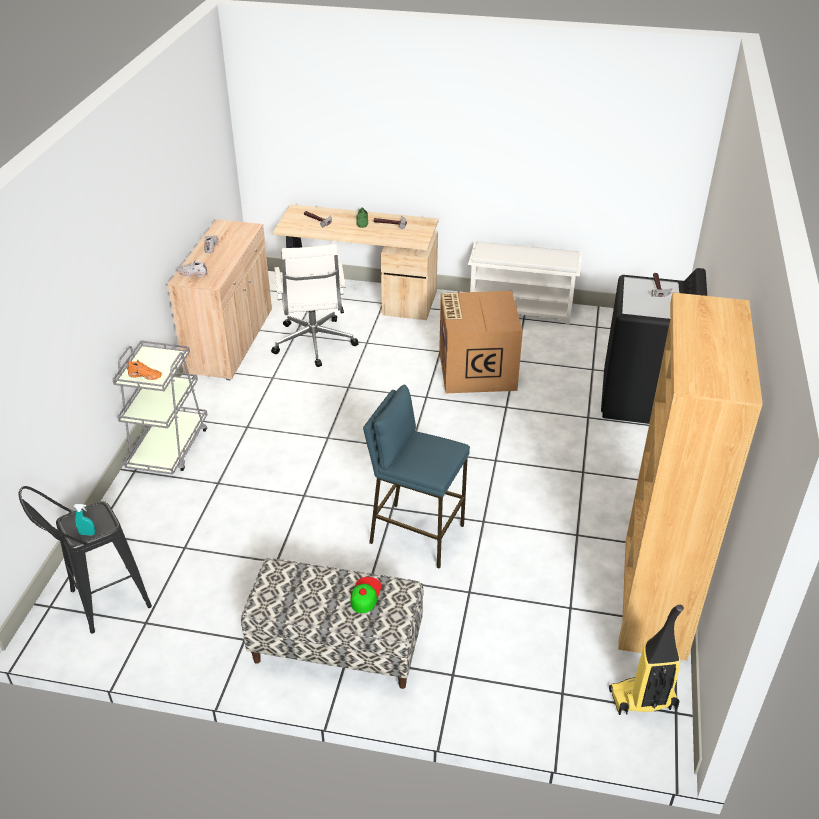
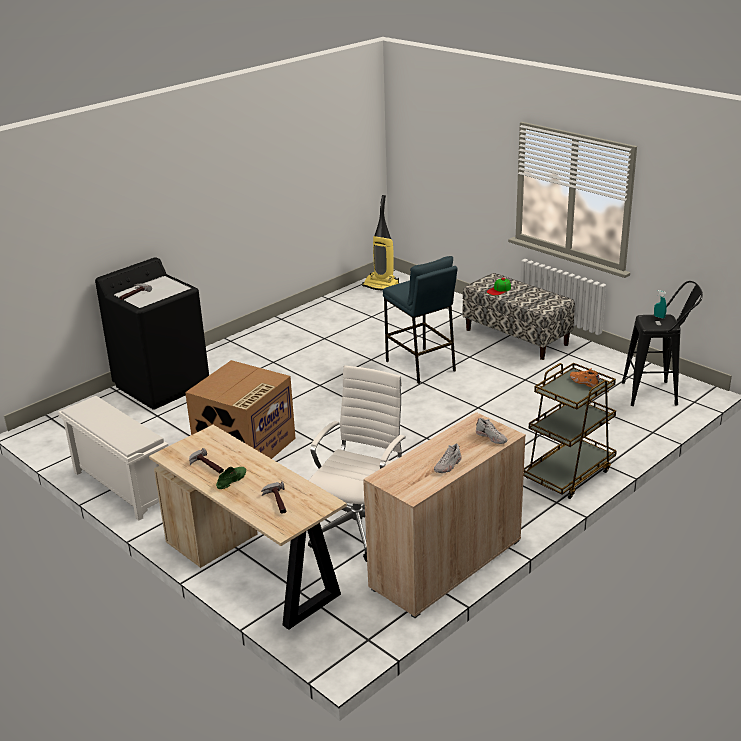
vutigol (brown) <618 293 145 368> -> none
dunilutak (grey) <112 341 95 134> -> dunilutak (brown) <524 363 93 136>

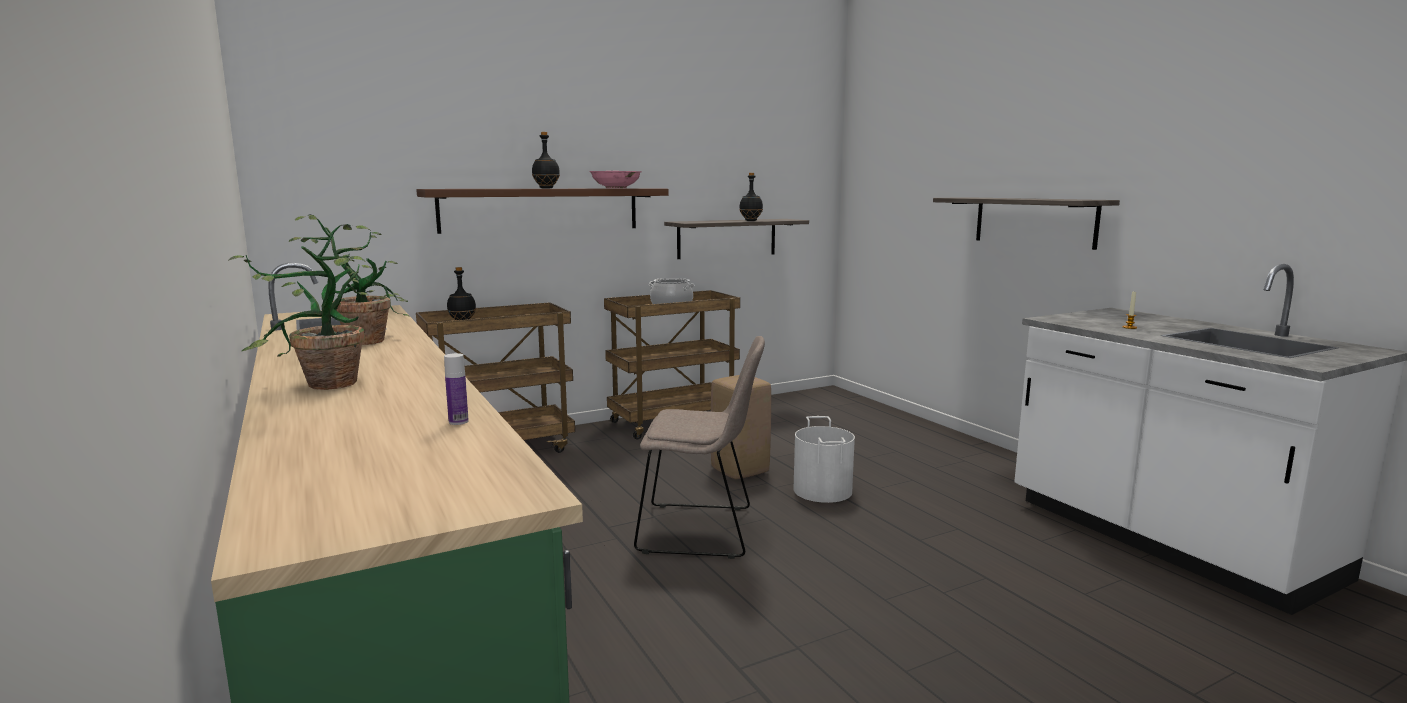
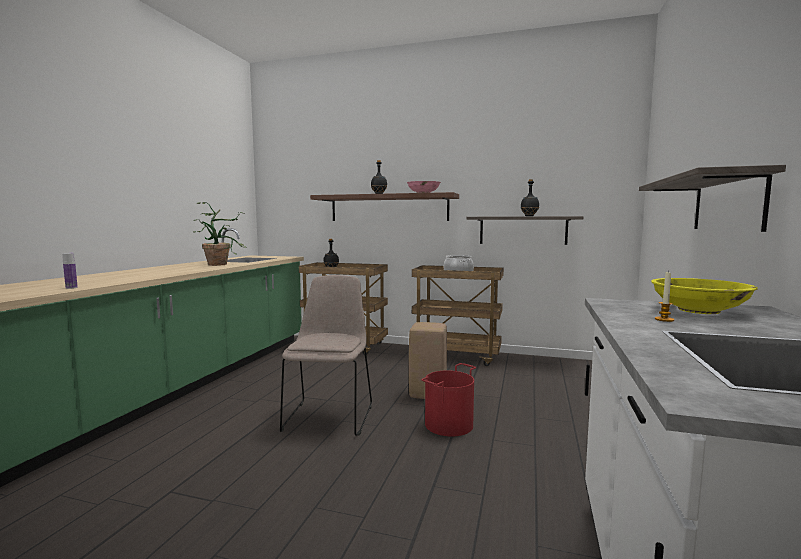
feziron <228 224 146 166> -> none
none -> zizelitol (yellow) <651 278 107 36>
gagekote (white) <794 416 61 87> -> gagekote (red) <422 363 54 73>
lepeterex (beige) <634 336 131 223> -> lepeterex (beige) <280 275 92 161>, 135 degrees counterclockwise

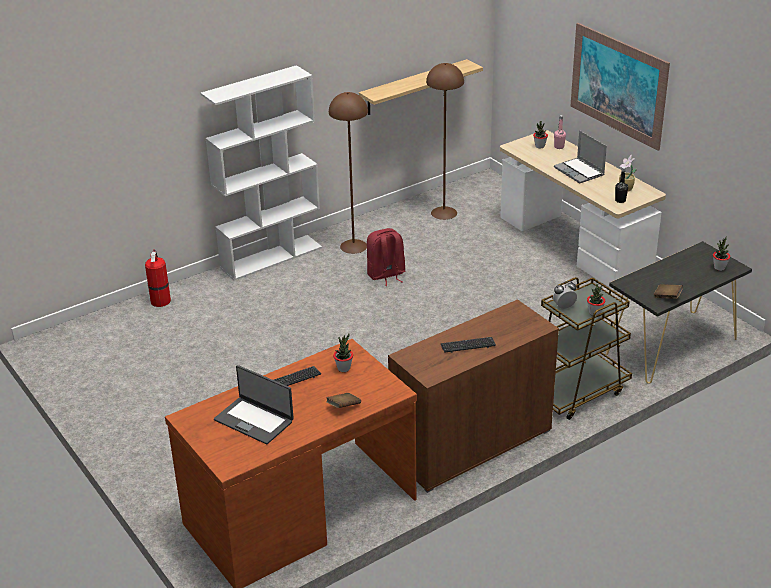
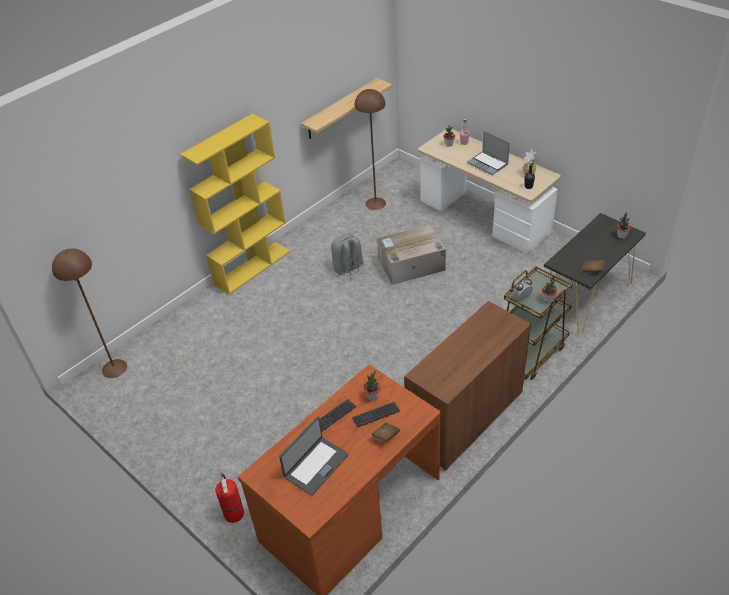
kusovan <571 23 99 128> -> none
none -> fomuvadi <377 225 69 60>
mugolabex <145 249 26 58> -> mugolabex <215 473 29 50>, relocated
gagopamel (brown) <329 92 39 162> -> gagopamel (brown) <52 249 75 129>, relocated
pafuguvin <441 337 55 16> -> pafuguvin <352 402 48 25>, relocated
vutigol (white) <200 65 122 216> -> vutigol (yellow) <180 113 110 182>
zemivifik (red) <367 228 38 58> -> zemivifik (grey) <331 233 33 47>
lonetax <214 365 80 79> -> lonetax <279 416 70 80>, 75 degrees counterclockwise

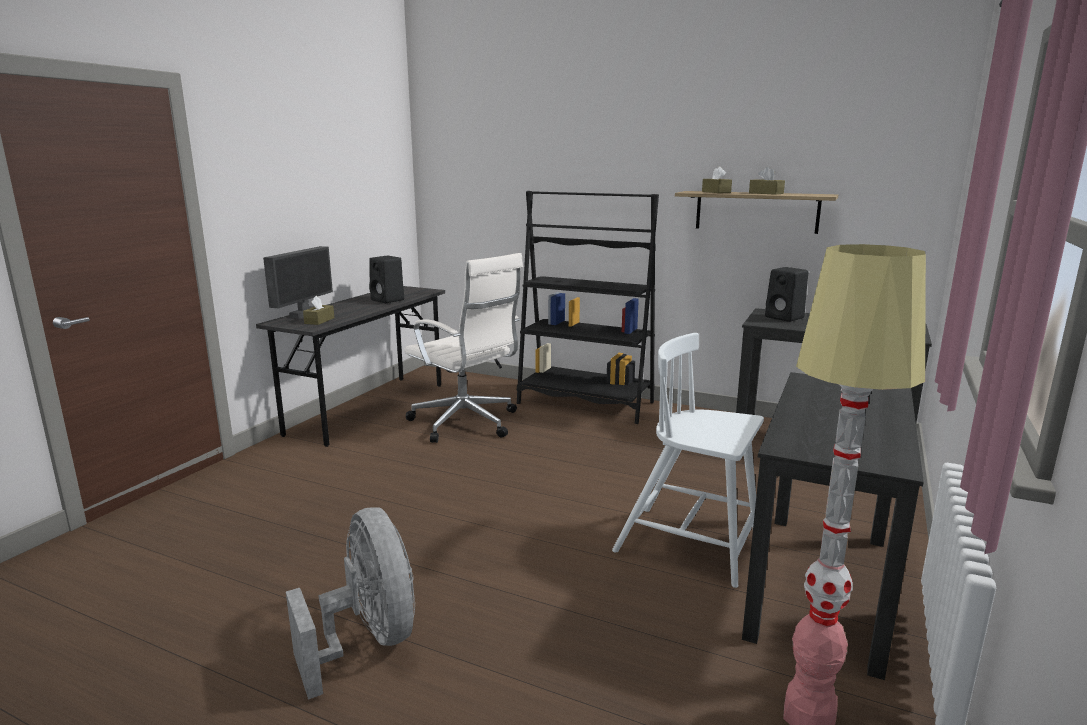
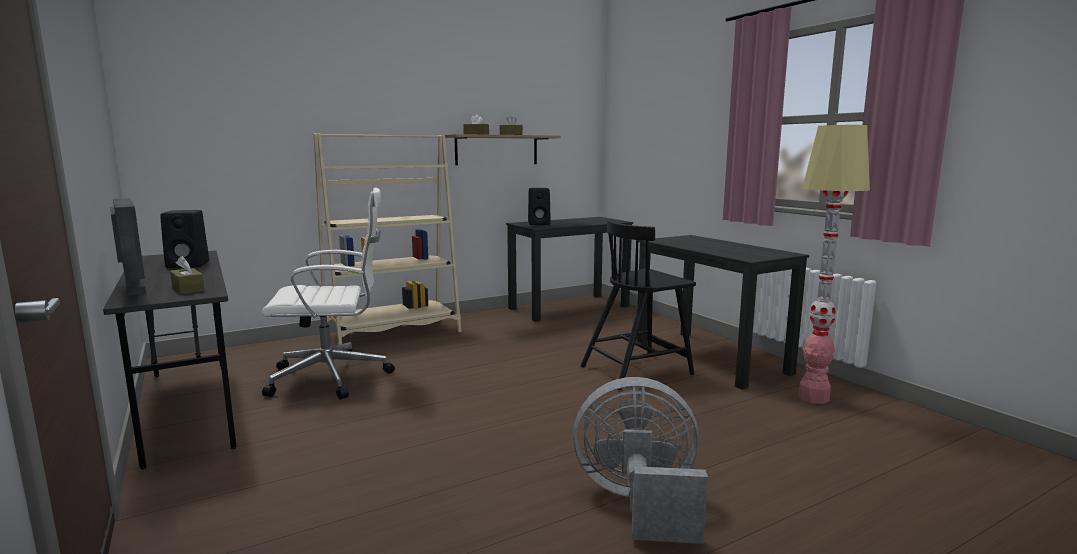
vutigol (black) <517 191 142 233> -> vutigol (beige) <314 133 147 212>
lepeterex (white) <612 333 152 255> -> lepeterex (black) <580 219 116 171>

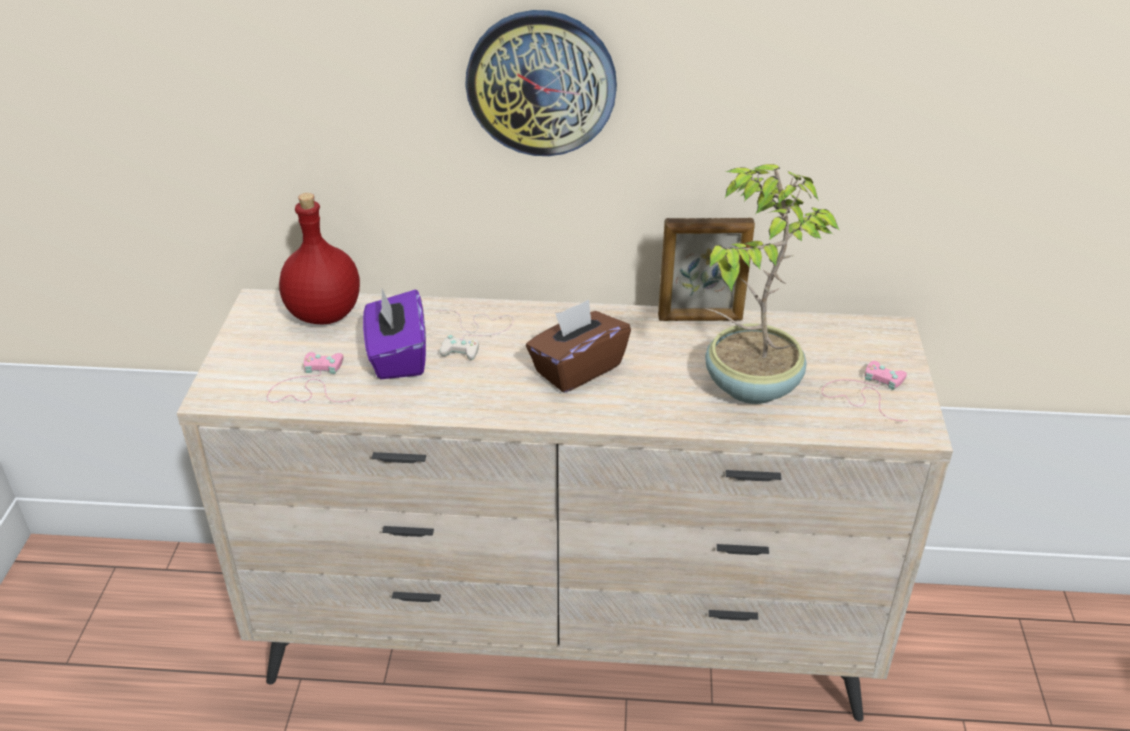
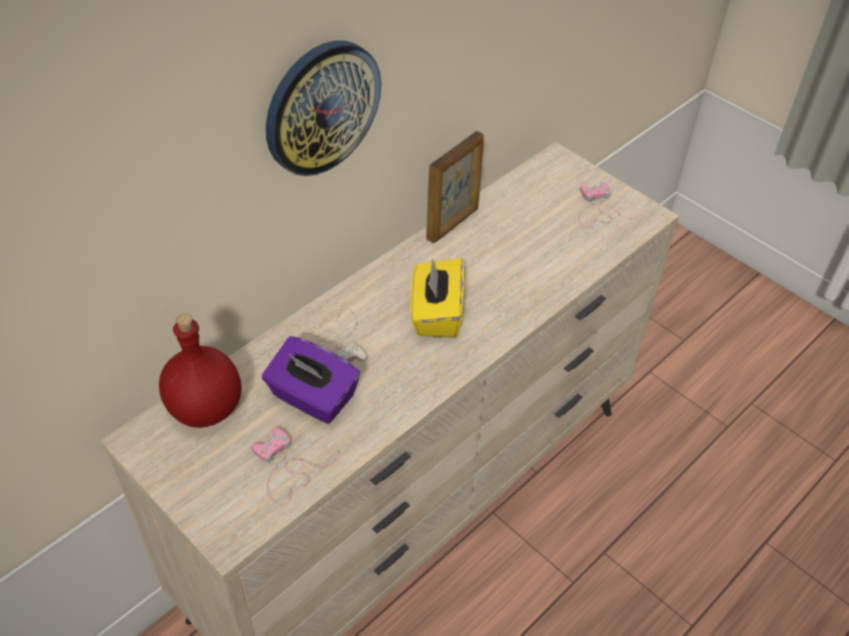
feziron <704 164 136 240> -> none
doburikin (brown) <526 299 105 94> -> doburikin (yellow) <411 258 54 80>

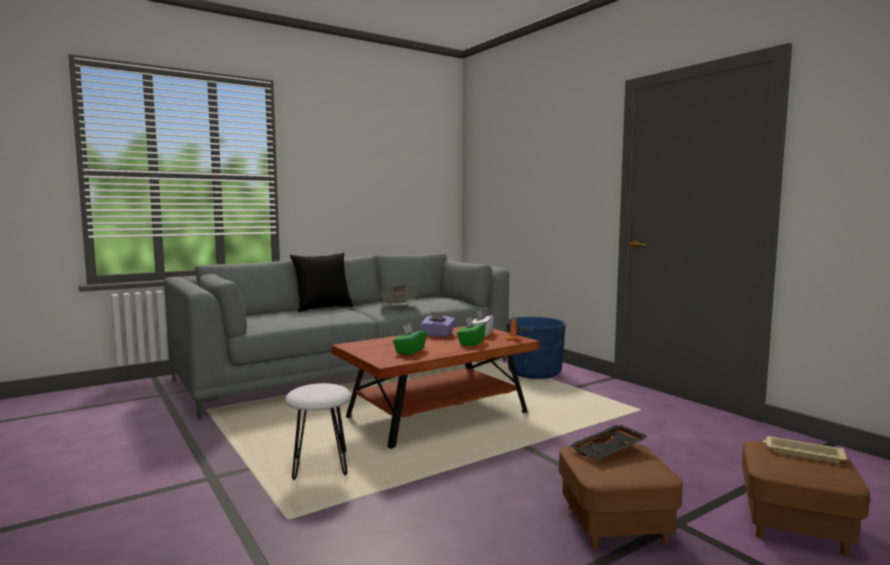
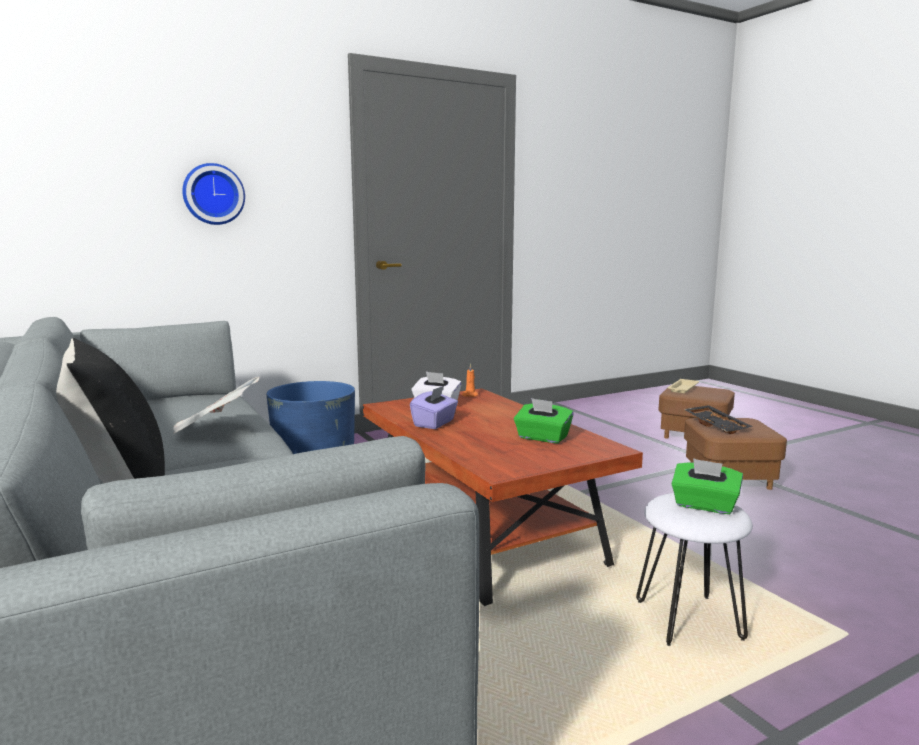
none -> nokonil <182 163 63 62>
doburikin (green) <457 317 29 29> -> doburikin (green) <671 458 72 56>, relocated

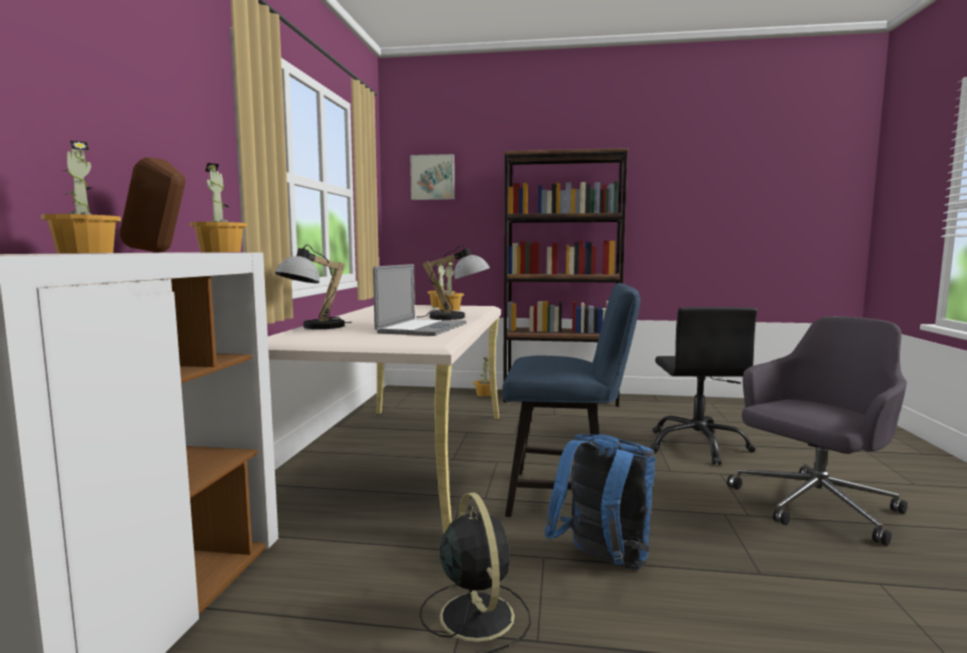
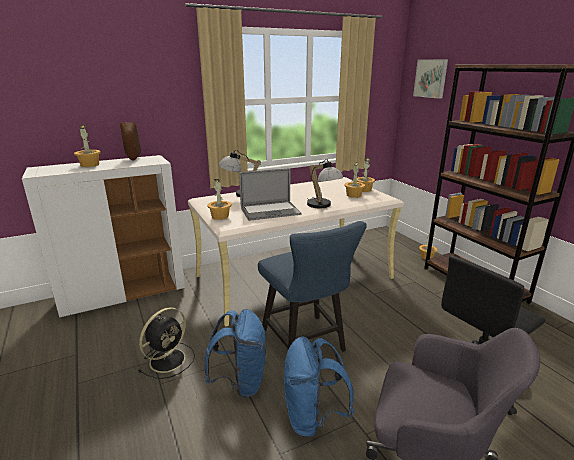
none -> zemivifik (blue) <284 337 70 101>
feziron <190 163 57 89> -> feziron <207 179 24 41>, relocated

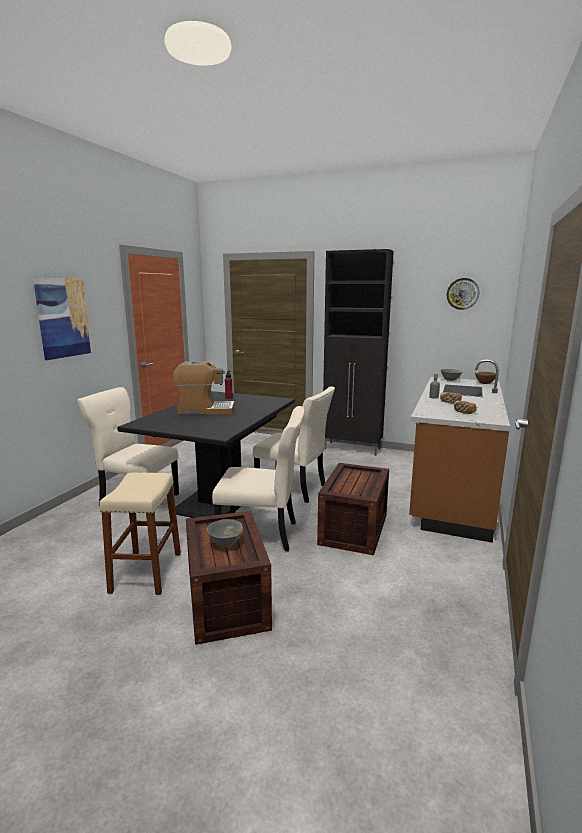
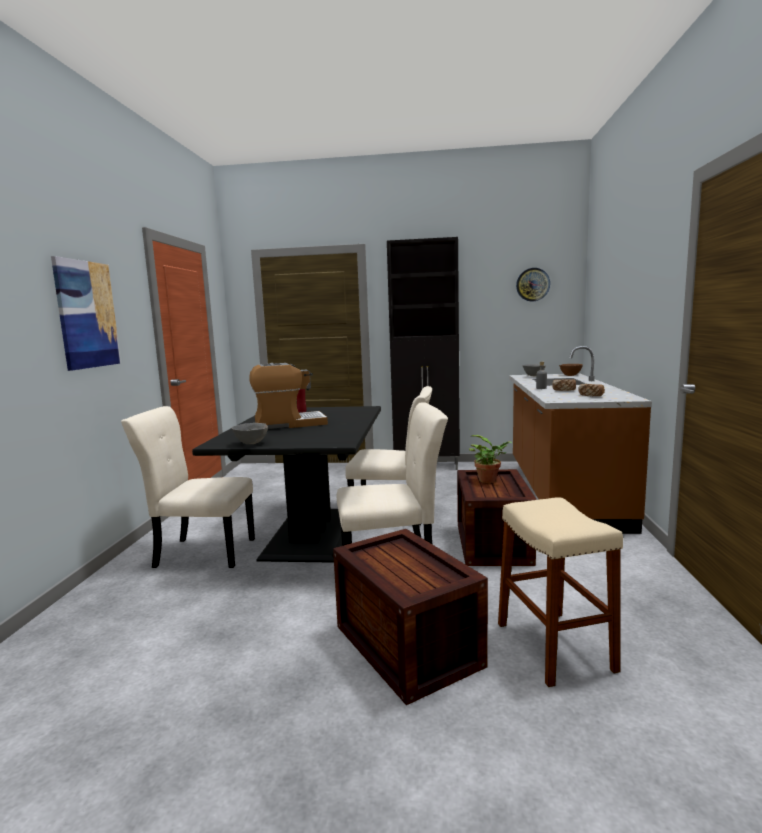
none -> feziron <469 435 43 48>
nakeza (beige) <99 472 82 123> -> nakeza (beige) <498 497 125 190>, relocated
zizelitol (grey) <207 519 36 28> -> zizelitol (grey) <232 423 36 21>, relocated

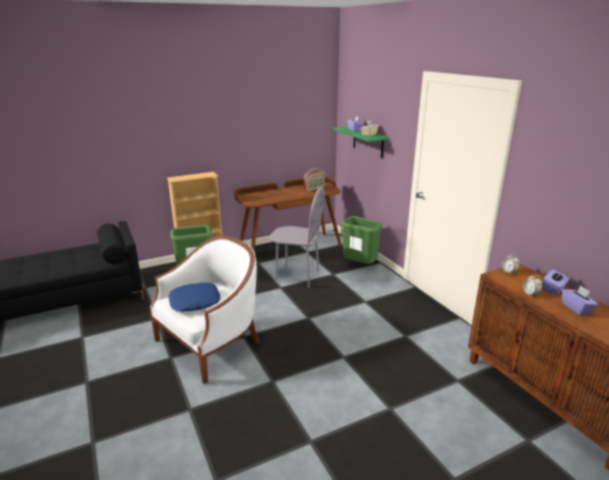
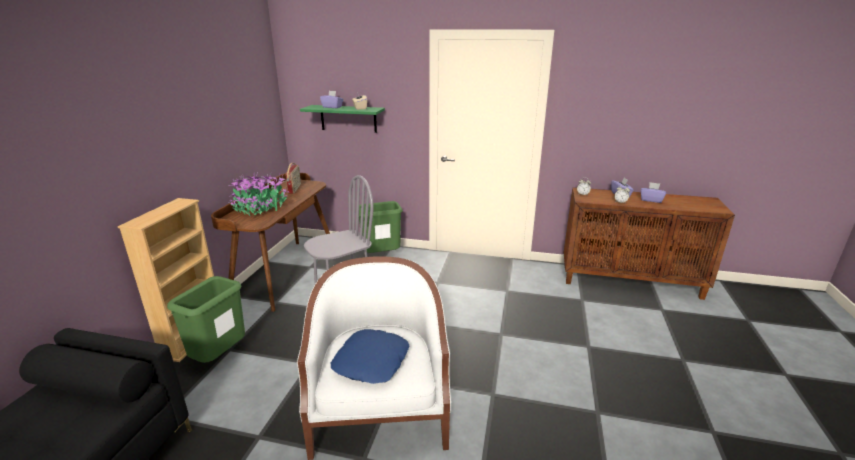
none -> feziron <228 173 61 44>

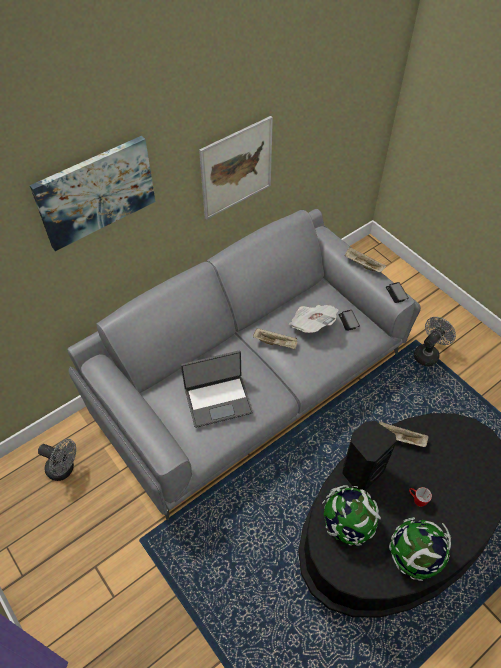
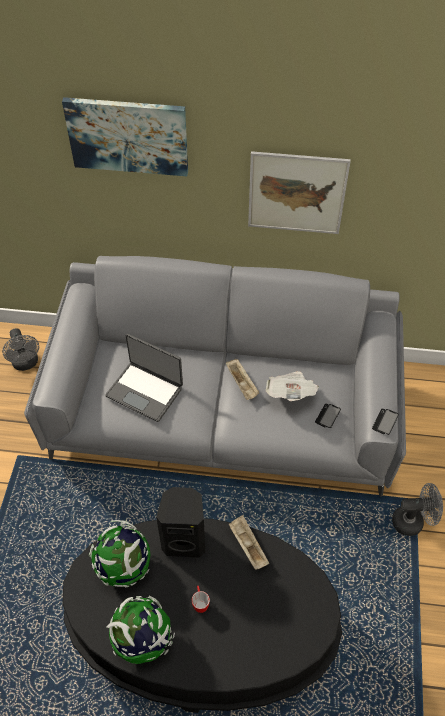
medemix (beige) <344 247 42 25> -> none

